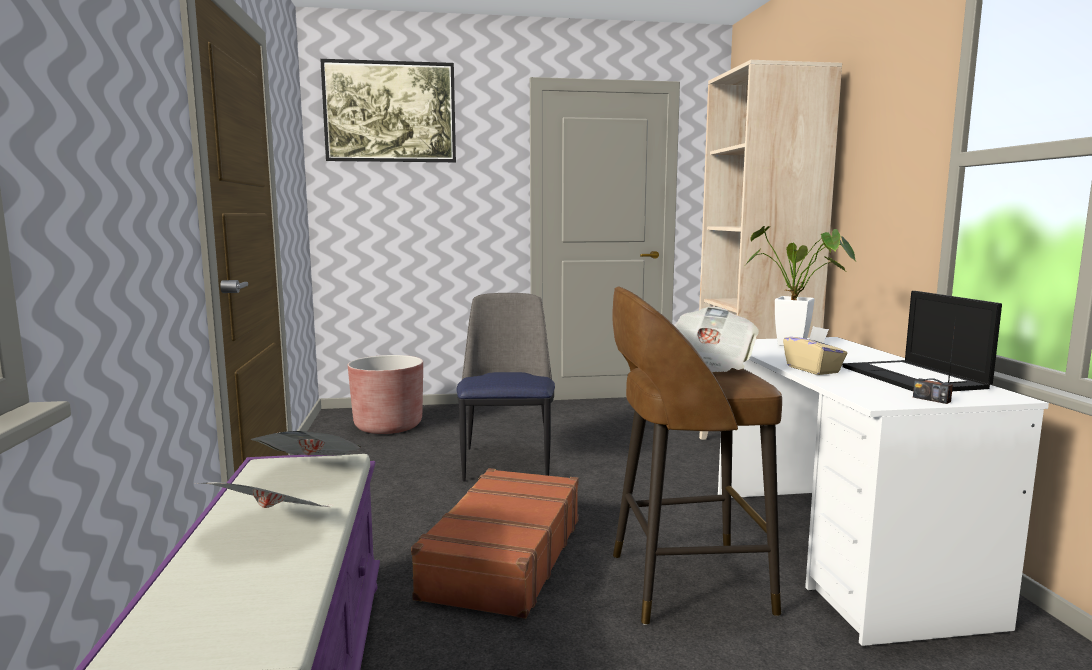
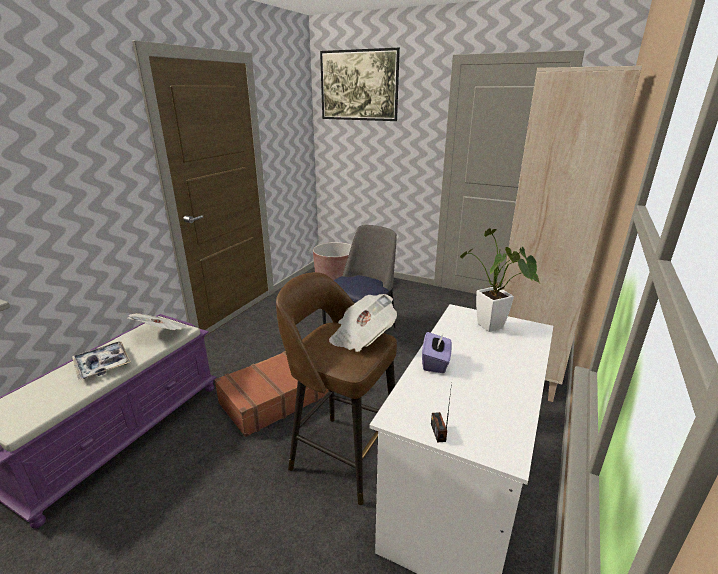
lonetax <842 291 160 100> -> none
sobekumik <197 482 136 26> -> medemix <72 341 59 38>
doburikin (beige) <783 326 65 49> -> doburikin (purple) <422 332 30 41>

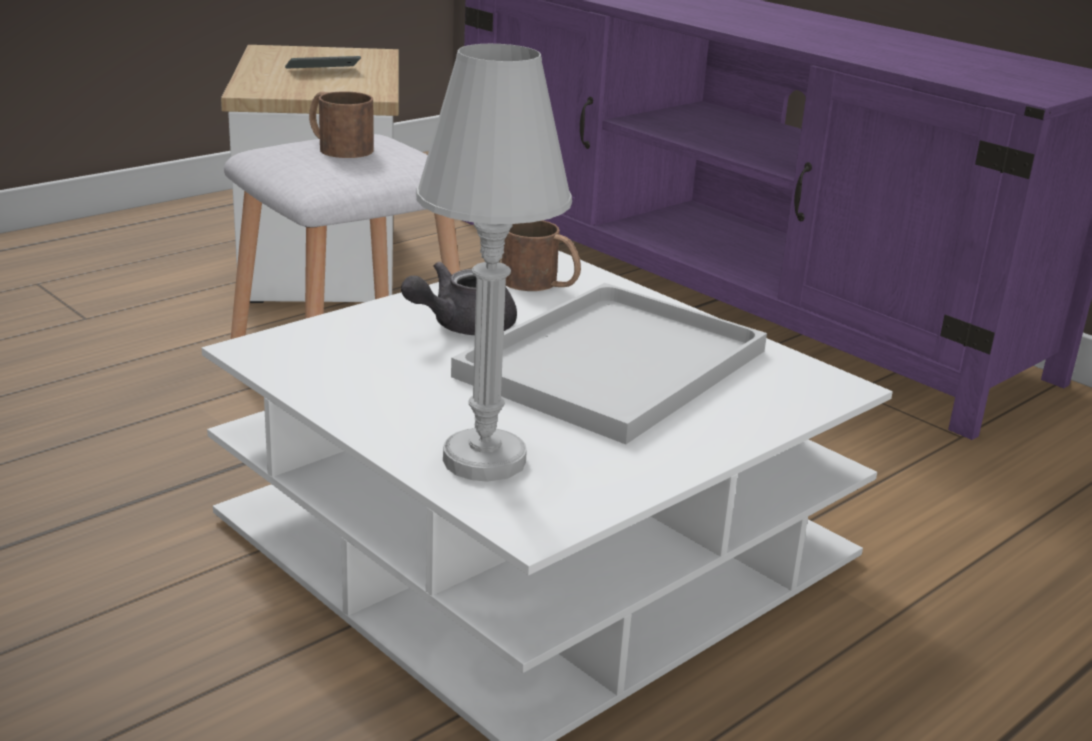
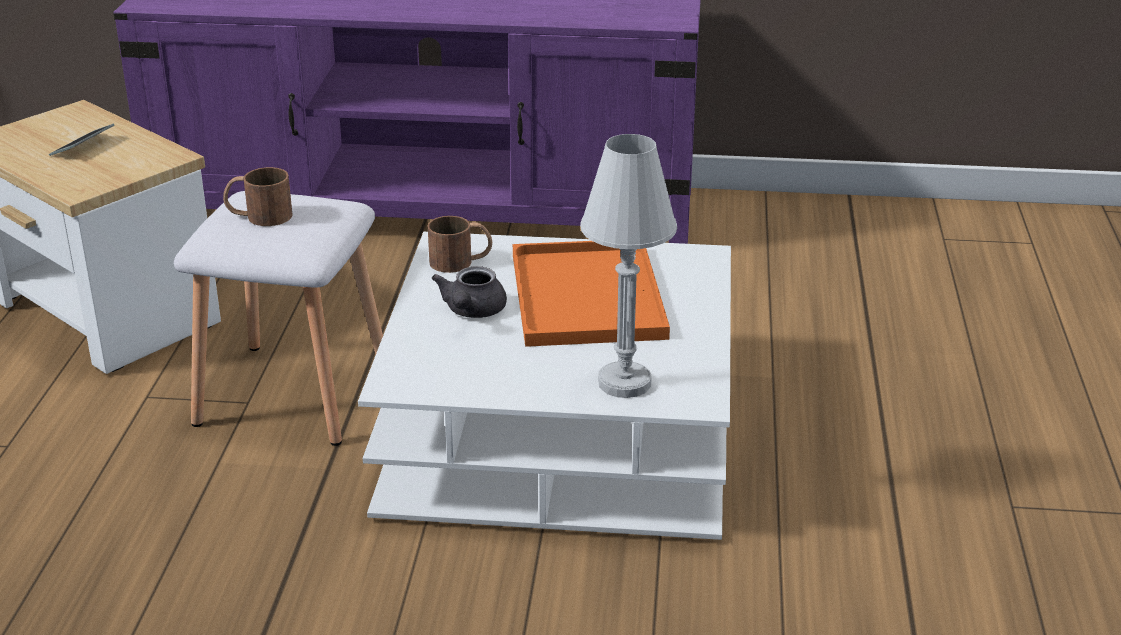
medemix (white) <451 283 316 161> -> medemix (orange) <513 241 157 106>

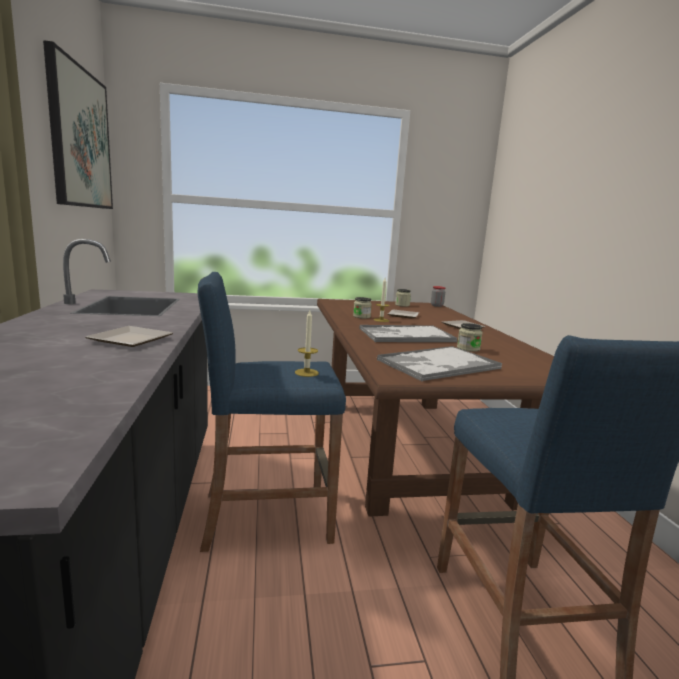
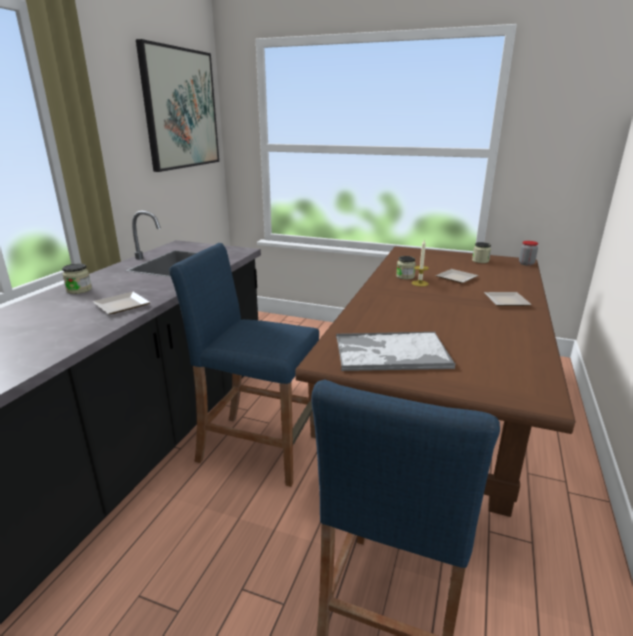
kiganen <295 310 24 67> -> none
medemix <359 325 98 17> -> none
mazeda <457 323 26 29> -> mazeda <62 264 30 30>, relocated

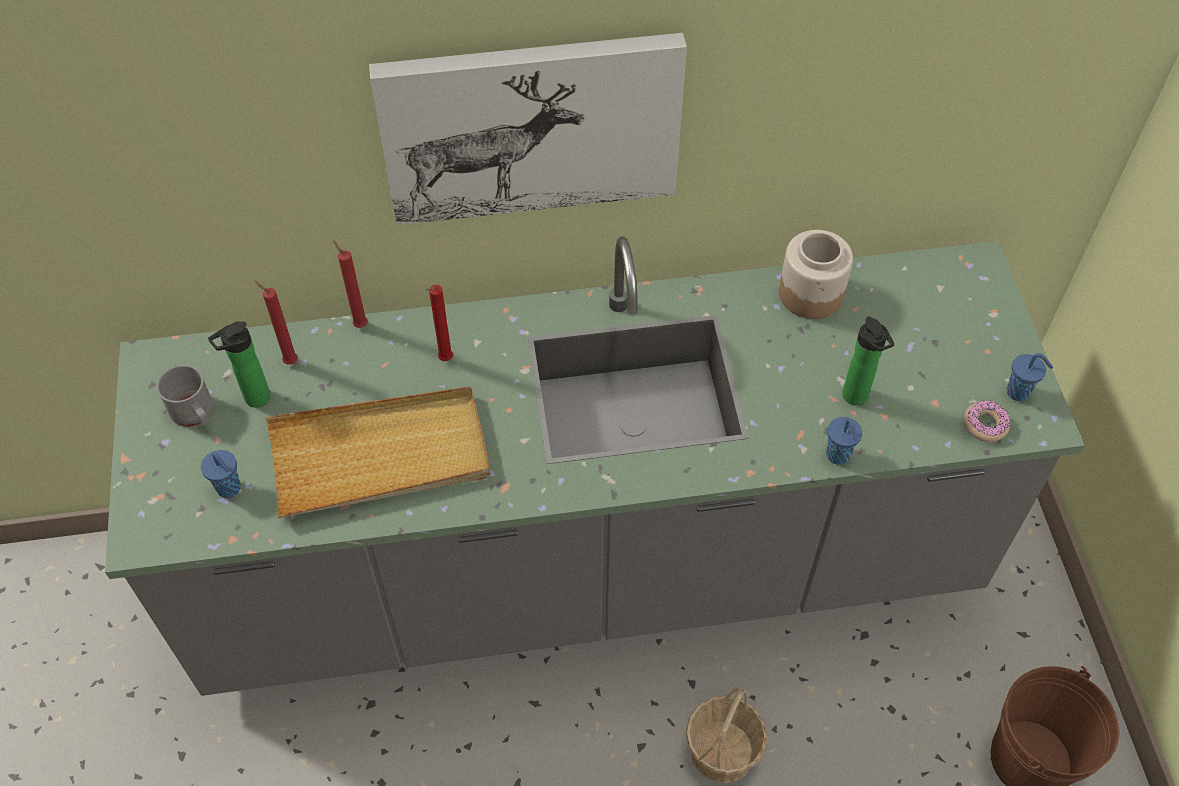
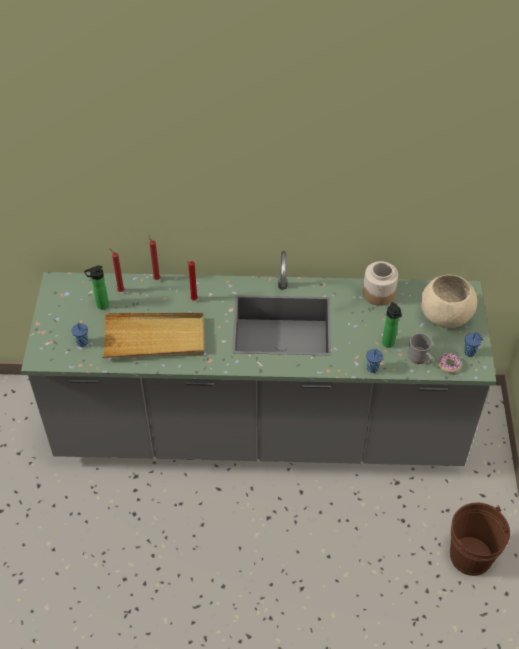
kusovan <369 33 318 192> -> none
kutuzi <686 687 81 97> -> none
none -> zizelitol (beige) <421 274 56 54>
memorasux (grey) <156 364 57 63> -> memorasux (grey) <408 333 25 31>, relocated

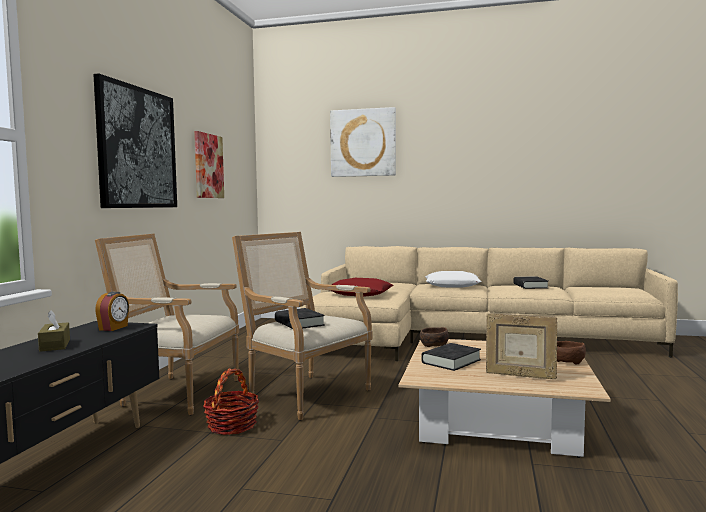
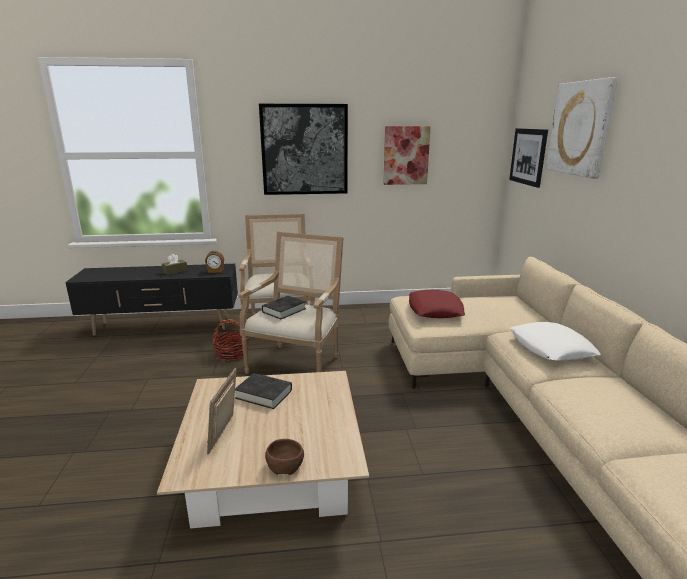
zizelitol (brown) <420 327 29 20> -> none
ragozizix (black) <513 276 35 13> -> none
none -> kusovan <509 128 39 60>

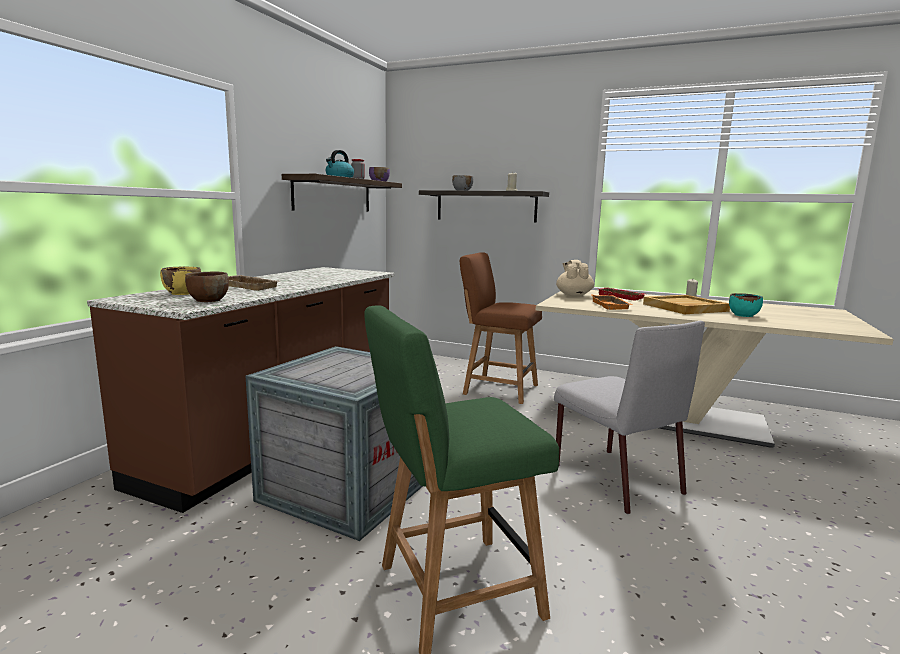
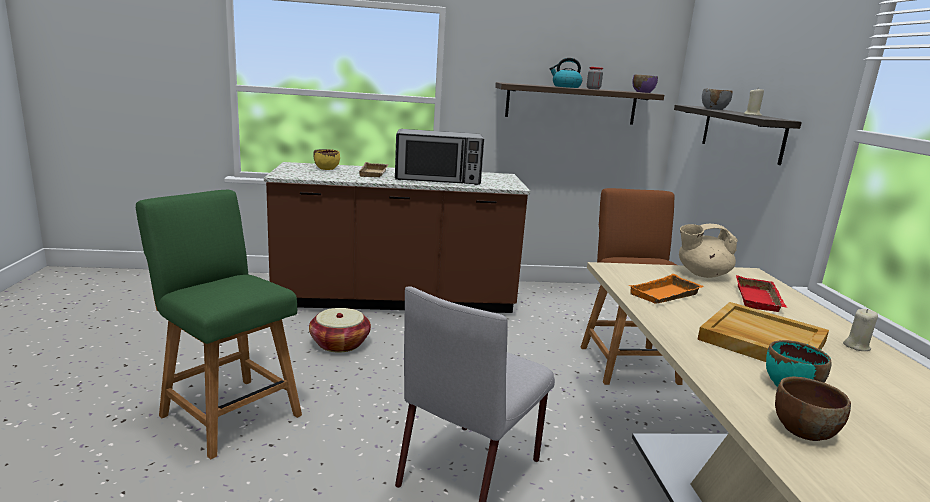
none -> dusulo <395 129 89 56>
zizelitol (brown) <185 271 44 31> -> zizelitol (brown) <775 376 76 65>, relocated
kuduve <246 346 177 195> -> kutuzi <309 308 62 44>
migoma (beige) <556 260 38 36> -> migoma (beige) <679 224 59 54>, 150 degrees counterclockwise

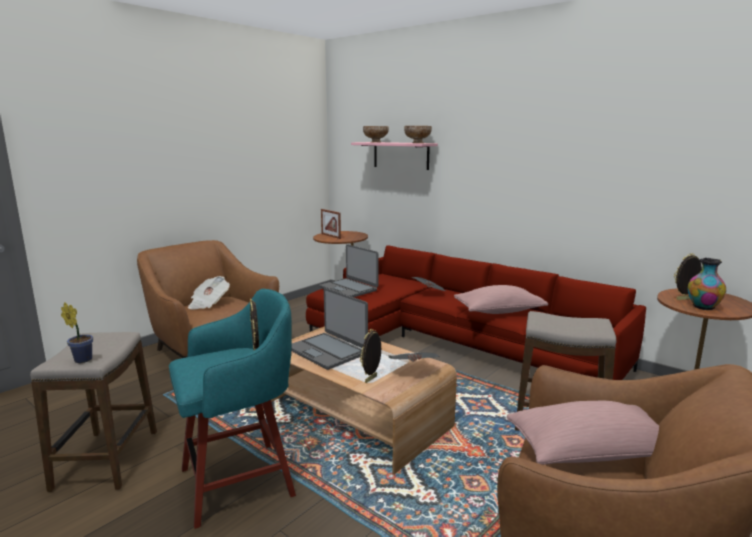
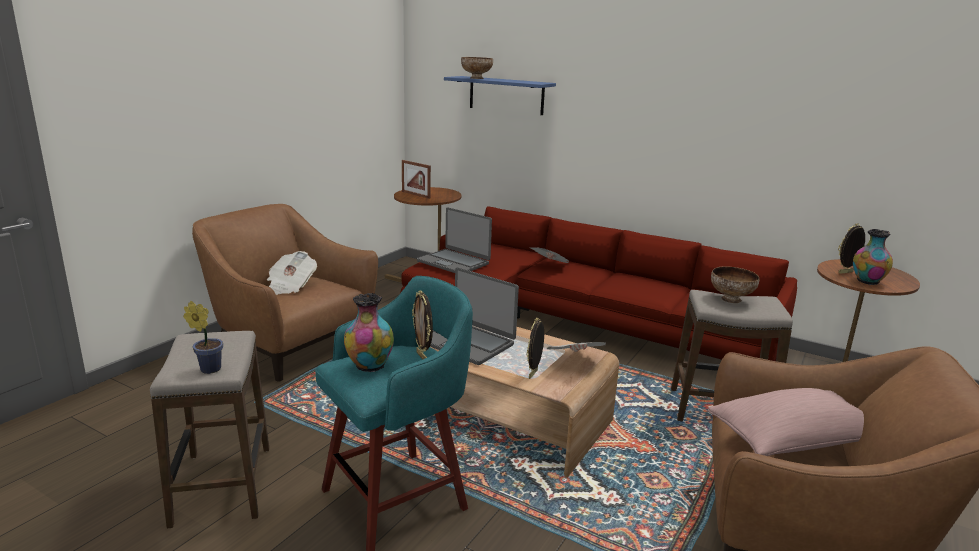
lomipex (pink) <454 285 94 29> -> none
none -> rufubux <344 293 50 79>
zizelitol <404 126 28 17> -> zizelitol <711 266 48 37>, relocated
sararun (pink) <351 142 87 28> -> sararun (blue) <444 76 112 39>

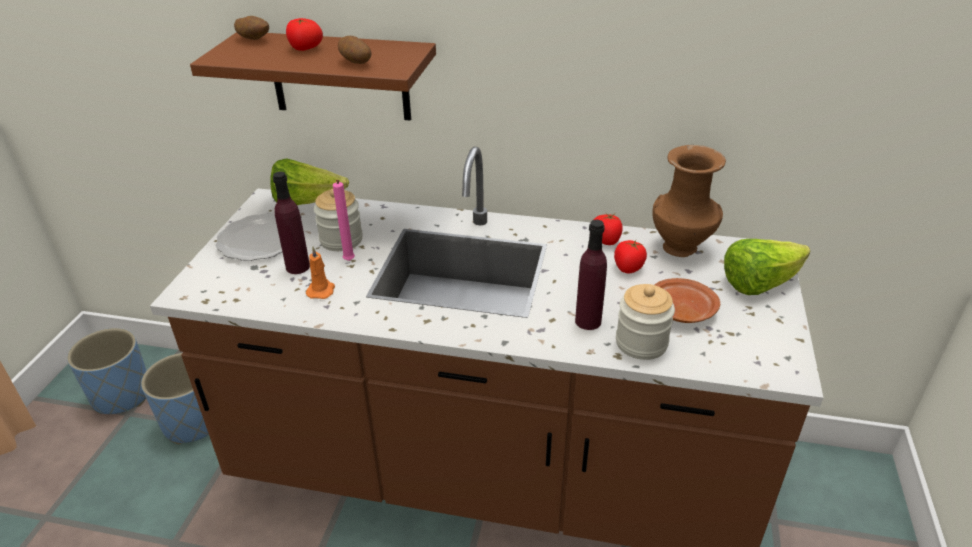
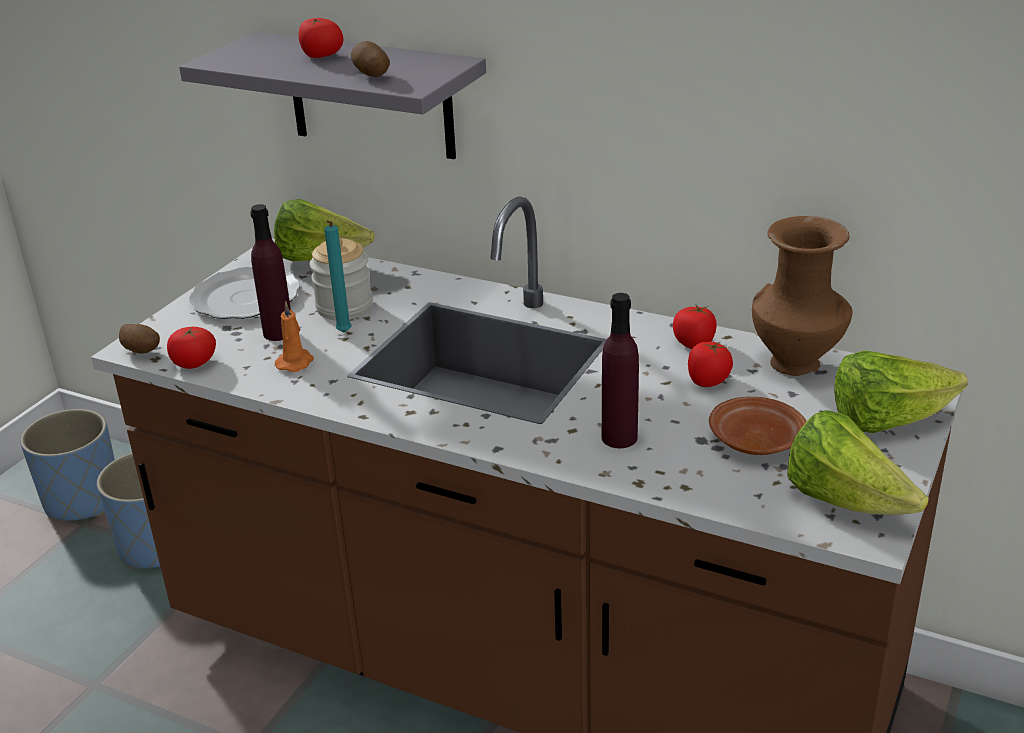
mazeda <616 284 59 76> -> none
none -> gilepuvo <167 327 49 42>
none -> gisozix <788 410 141 105>
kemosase <234 16 35 24> -> kemosase <119 324 41 30>, relocated
sararun (brown) <190 32 246 89> -> sararun (grey) <179 32 307 127>
kiganen (pink) <333 180 22 81> -> kiganen (turquoise) <324 221 27 112>

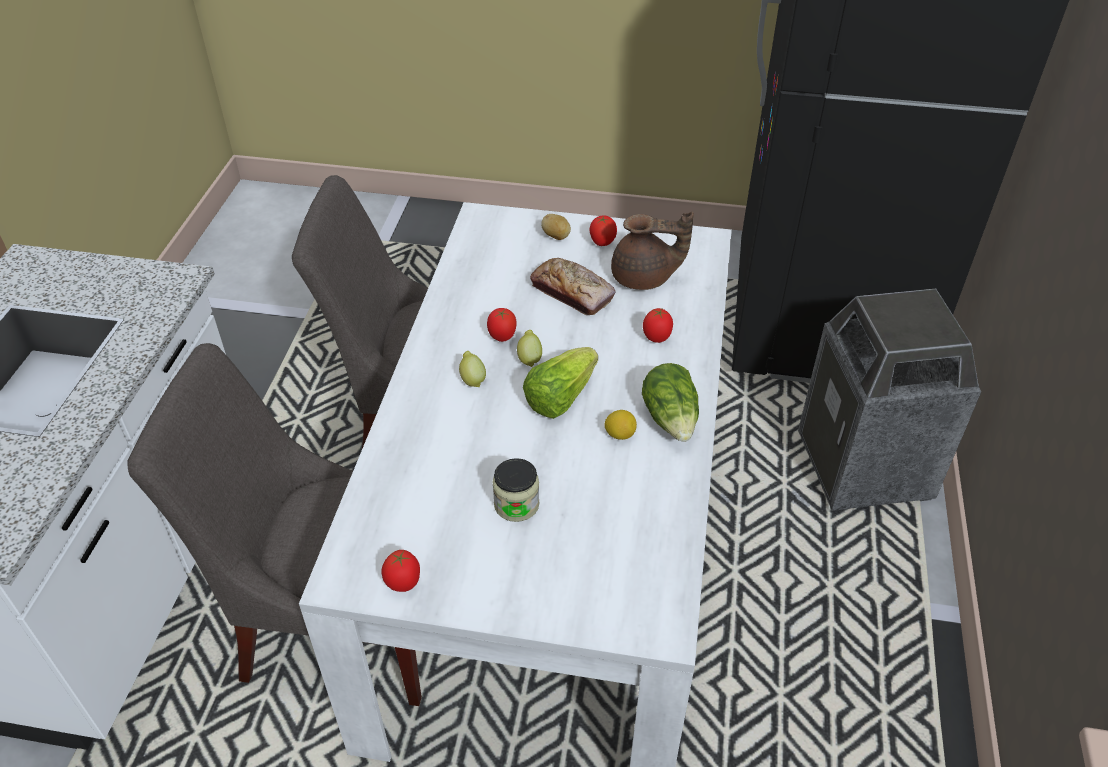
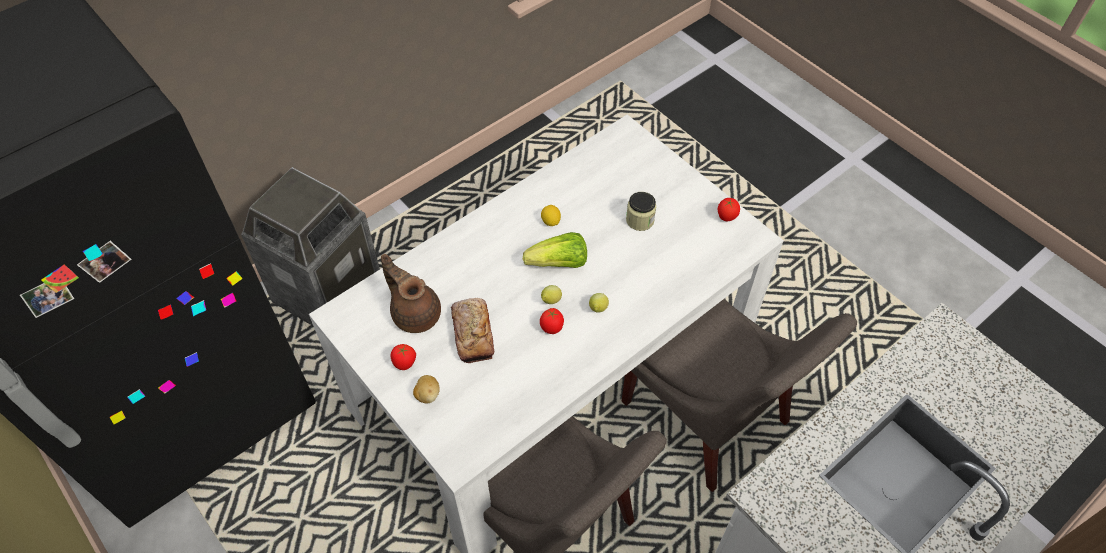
gisozix <642 363 57 79> -> none
gilepuvo <643 308 30 35> -> none

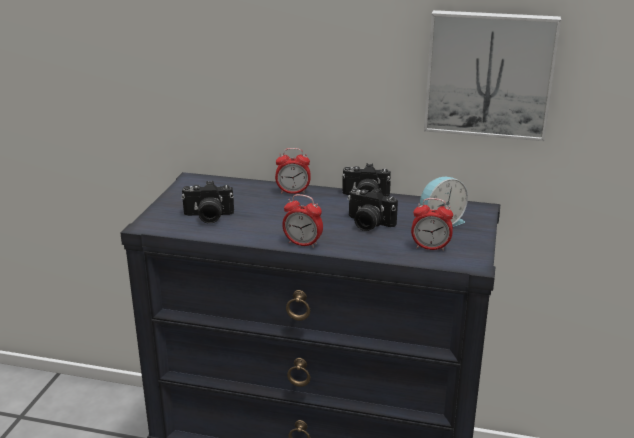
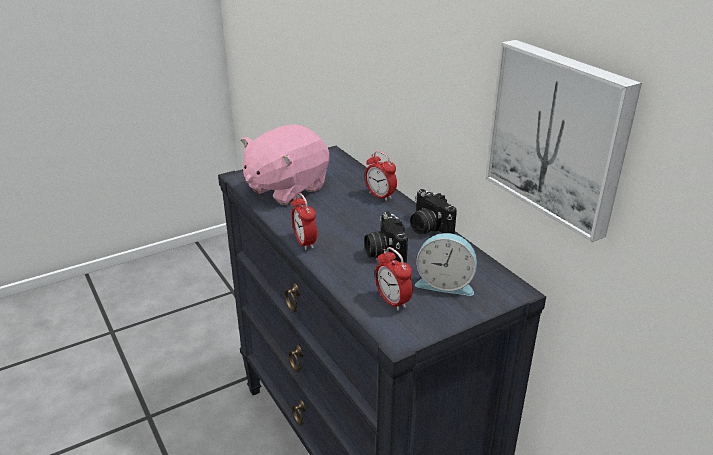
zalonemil <181 181 53 43> -> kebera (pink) <241 124 88 81>

